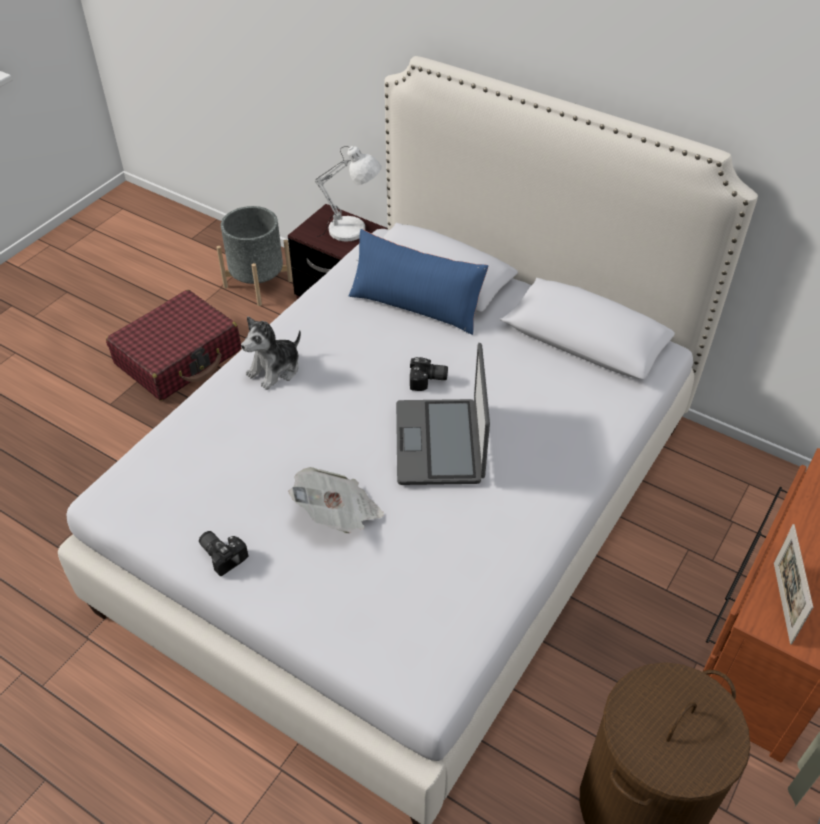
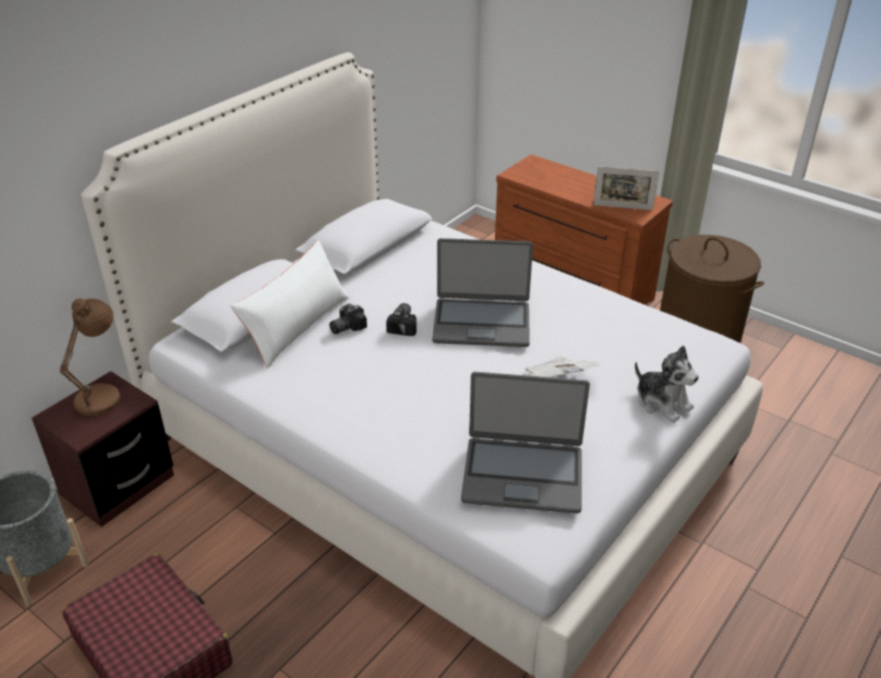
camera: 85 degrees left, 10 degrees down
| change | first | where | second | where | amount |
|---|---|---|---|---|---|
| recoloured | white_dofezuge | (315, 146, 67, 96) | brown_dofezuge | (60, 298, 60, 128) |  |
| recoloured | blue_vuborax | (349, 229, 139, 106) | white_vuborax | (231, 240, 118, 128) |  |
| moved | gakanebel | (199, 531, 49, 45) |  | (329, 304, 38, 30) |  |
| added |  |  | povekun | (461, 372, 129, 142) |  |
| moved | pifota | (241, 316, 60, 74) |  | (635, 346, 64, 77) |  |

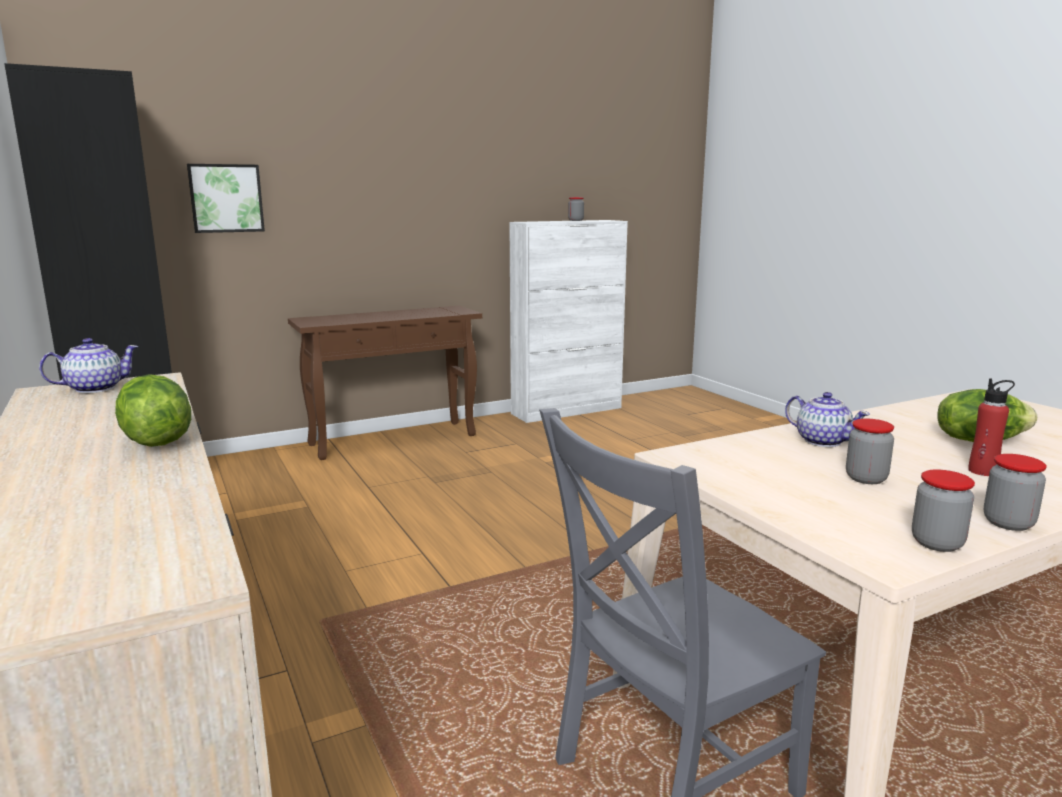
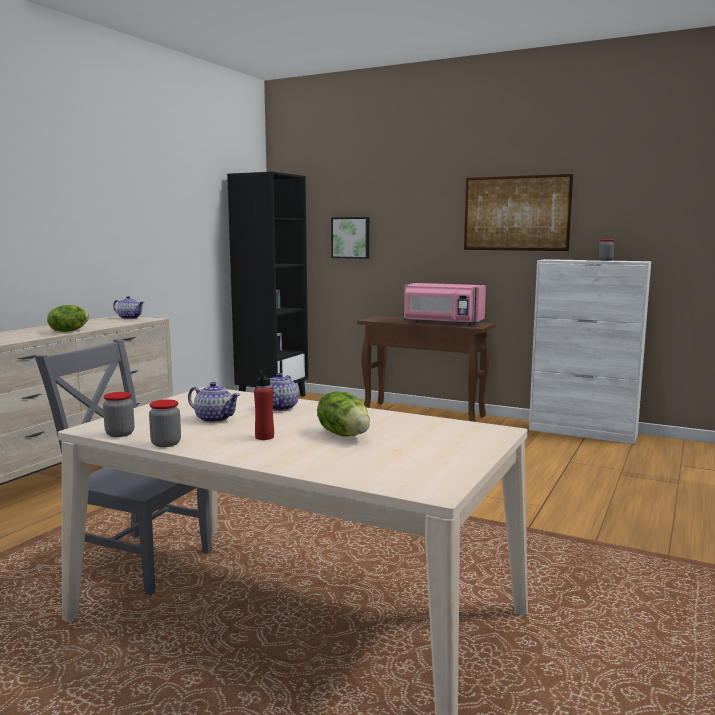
camera: 55 degrees right, 5 degrees down
| change | first | where | second | where | amount |
|---|---|---|---|---|---|
| replaced | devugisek | (846, 418, 48, 66) | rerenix | (188, 382, 52, 41) |  |
| added |  |  | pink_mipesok | (404, 283, 82, 43) |  |
| added |  |  | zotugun | (464, 174, 109, 77) |  |

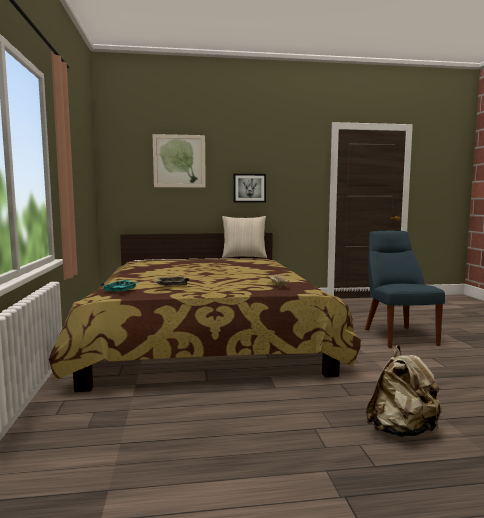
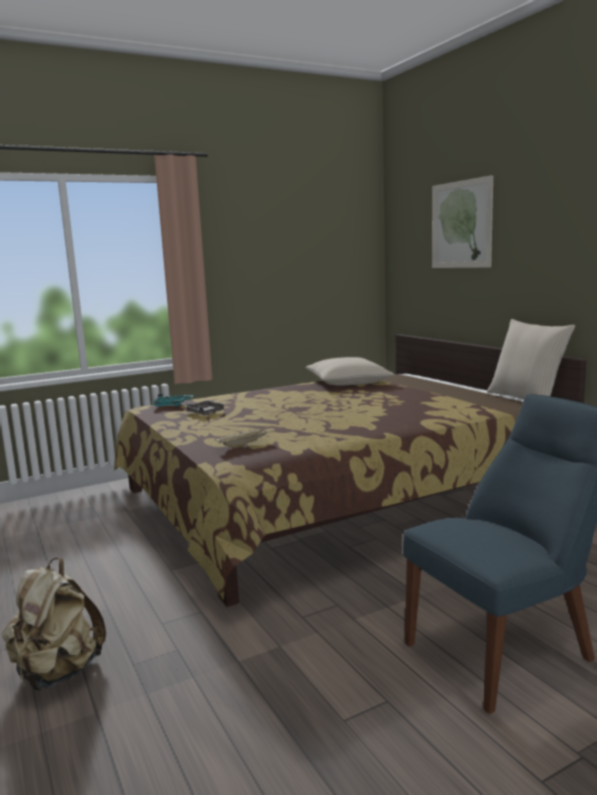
camera: 70 degrees right, 5 degrees up
| change | first | where | second | where | amount |
|---|---|---|---|---|---|
| added |  |  | beige_vuborax | (306, 357, 89, 29) |  |
| removed | zotugun | (233, 174, 33, 28) |  |  |  |

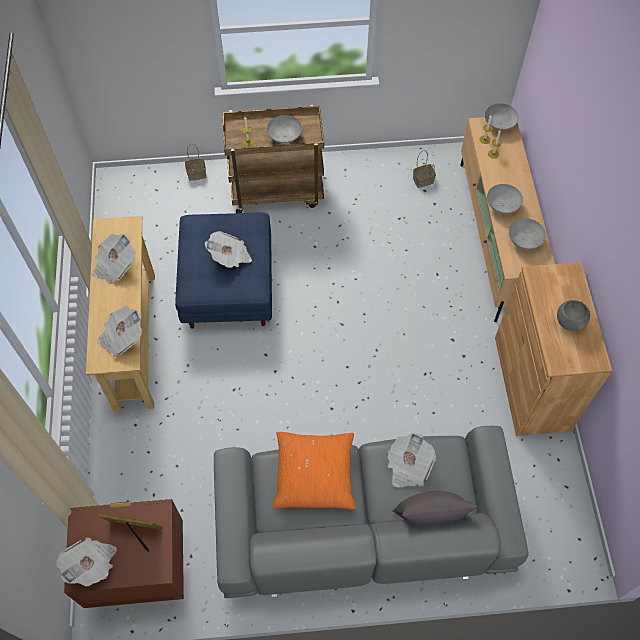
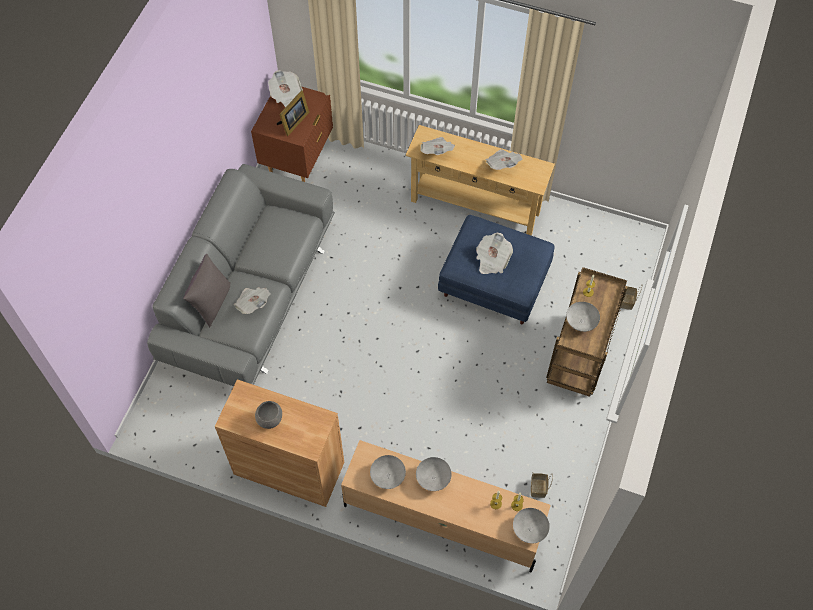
camera: 115 degrees right, 0 degrees up
| change | first | where | second | where | amount |
|---|---|---|---|---|---|
| removed | orange_vuborax | (273, 432, 82, 78) |  |  |  |

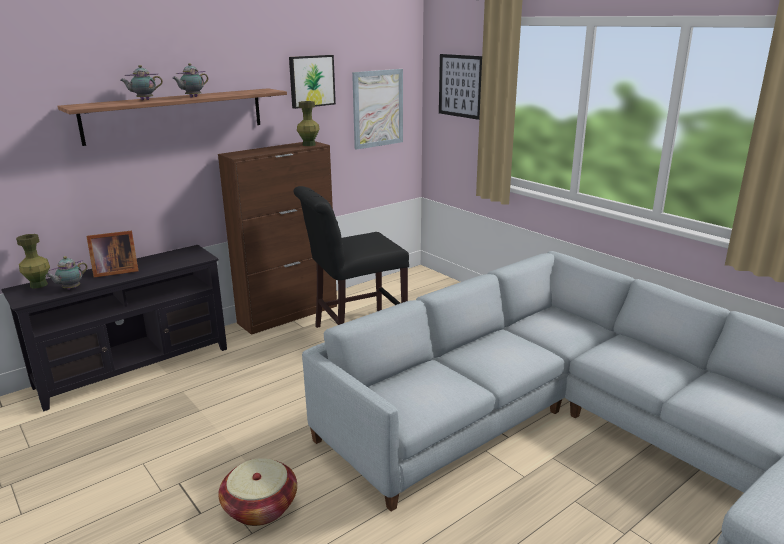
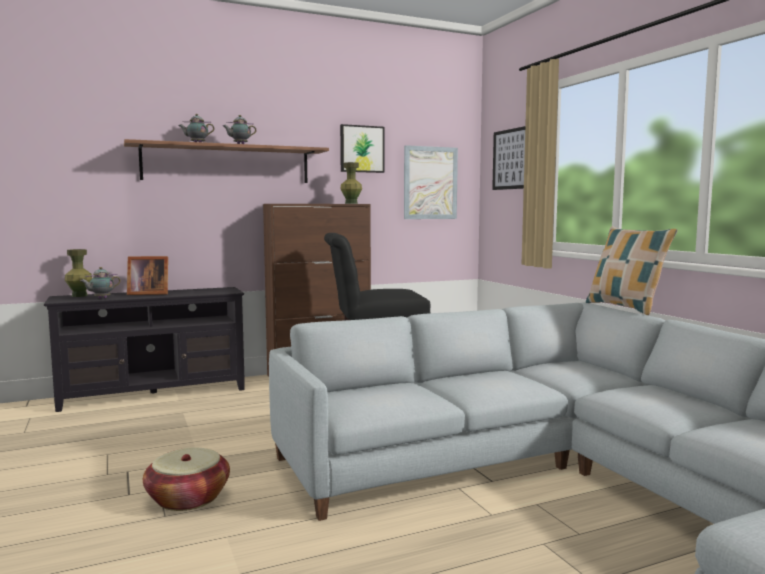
camera: 15 degrees right, 15 degrees down
| change | first | where | second | where | amount |
|---|---|---|---|---|---|
| added |  |  | vuborax | (586, 226, 92, 89) |  |

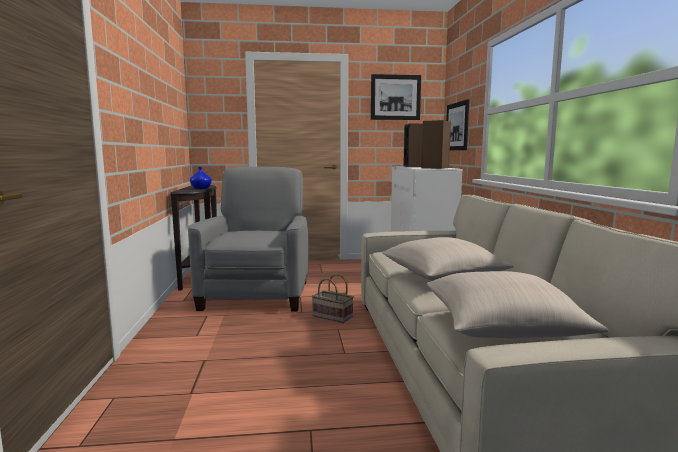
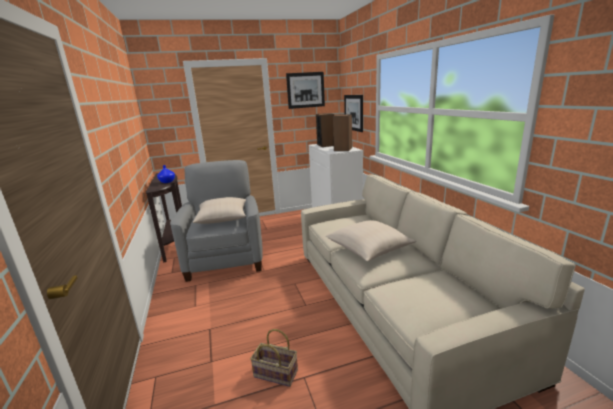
camera: 10 degrees left, 10 degrees up
| change | first | where | second | where | amount |
|---|---|---|---|---|---|
| moved | beige_vuborax | (427, 271, 181, 67) |  | (193, 197, 53, 27) |  |
| moved | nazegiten | (312, 274, 42, 49) |  | (250, 329, 48, 58) |  |

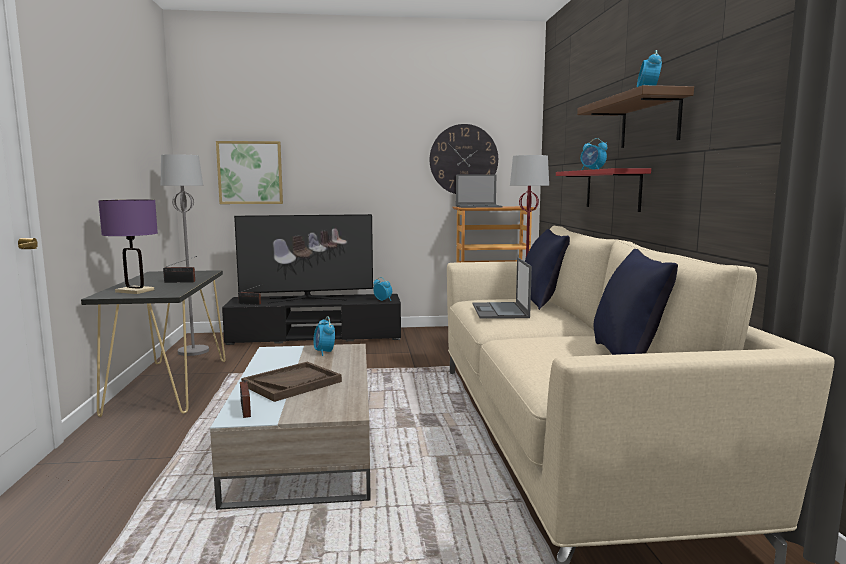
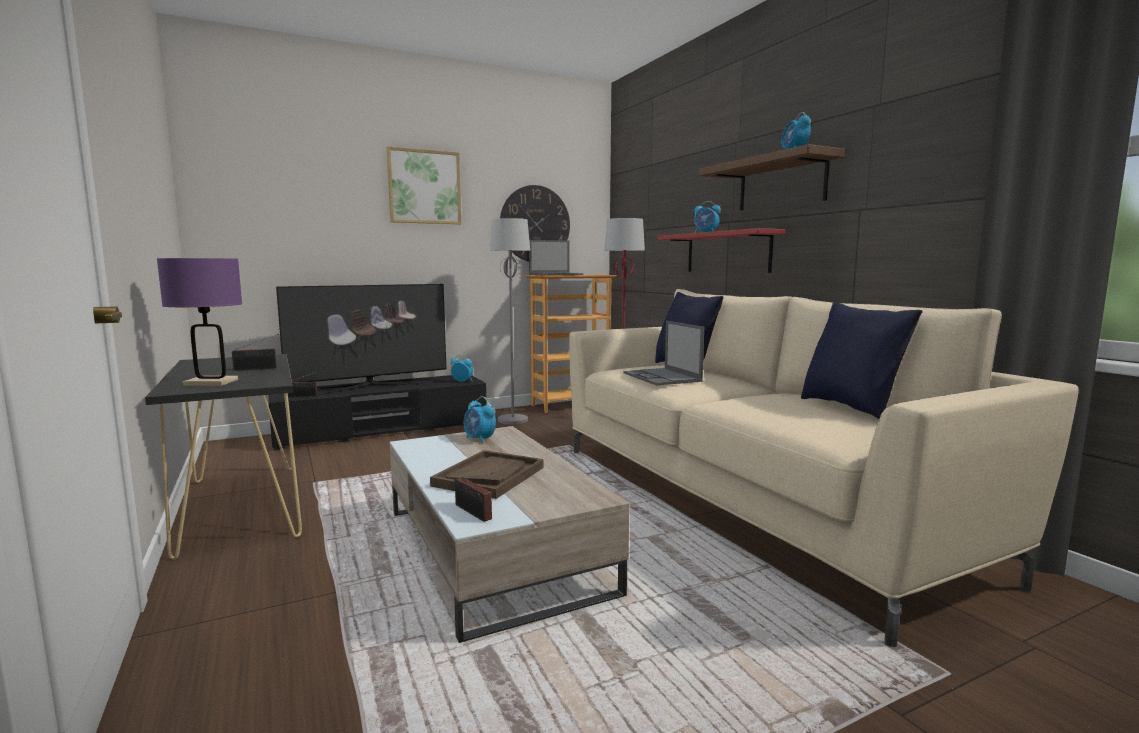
camera: 20 degrees left, 0 degrees up
| change | first | where | second | where | amount |
|---|---|---|---|---|---|
| moved | zotugun | (216, 141, 67, 63) |  | (387, 147, 74, 77) |  |
| moved | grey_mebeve | (161, 154, 48, 202) |  | (490, 218, 40, 206) |  |

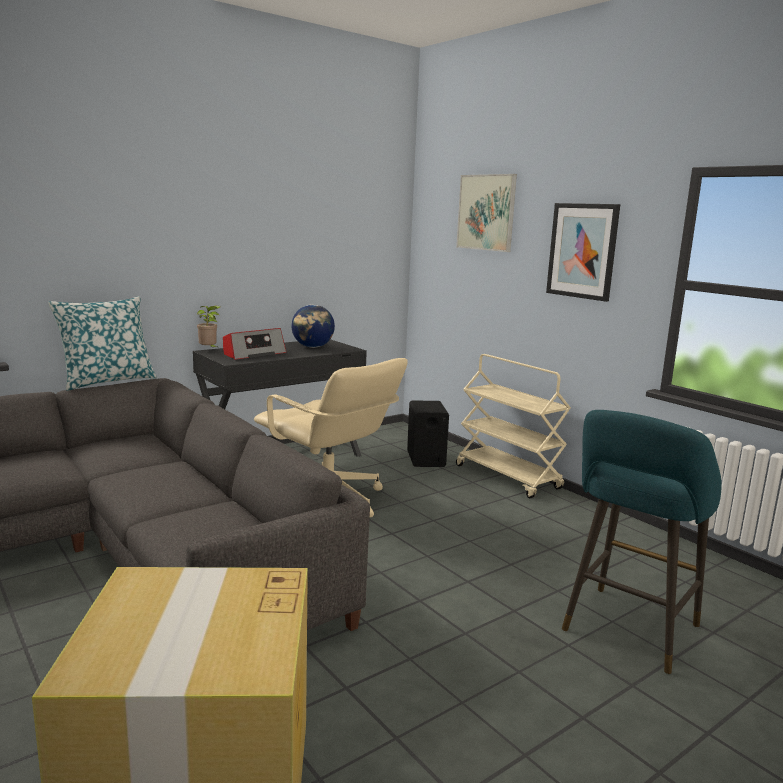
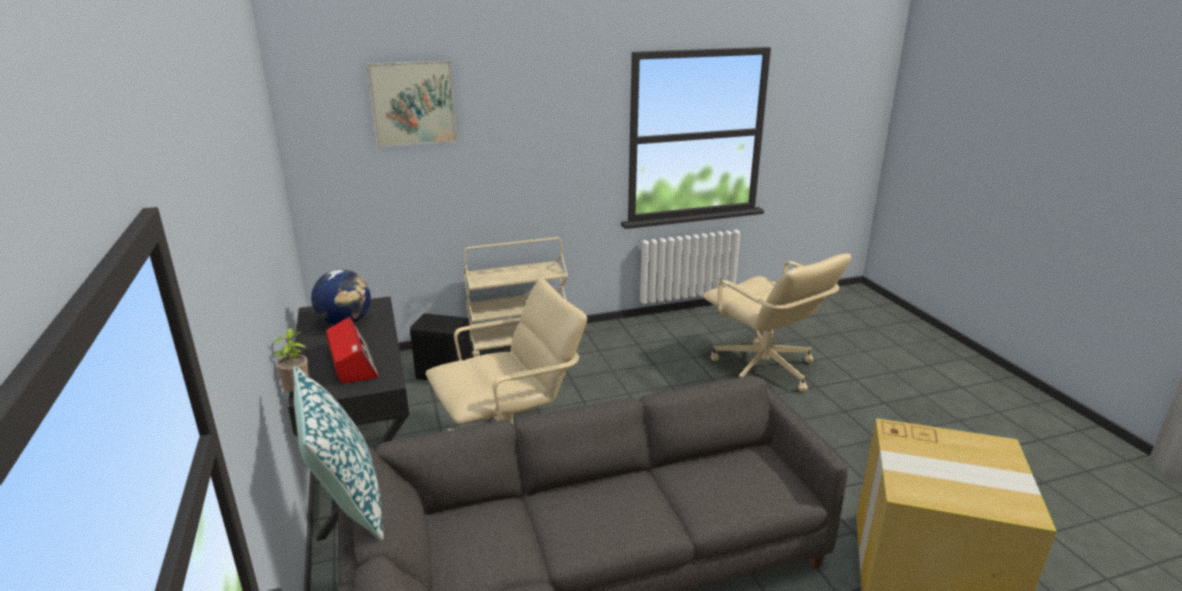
camera: 70 degrees left, 10 degrees up
| change | first | where | second | where | amount |
|---|---|---|---|---|---|
| replaced | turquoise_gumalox | (562, 410, 160, 264) | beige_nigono | (703, 254, 148, 138) |  |
| removed | zotugun | (546, 203, 74, 99) |  |  |  |

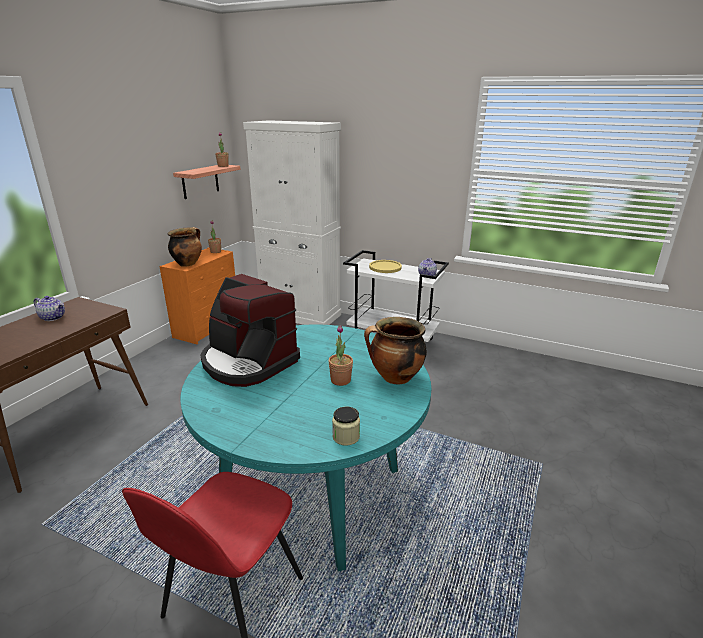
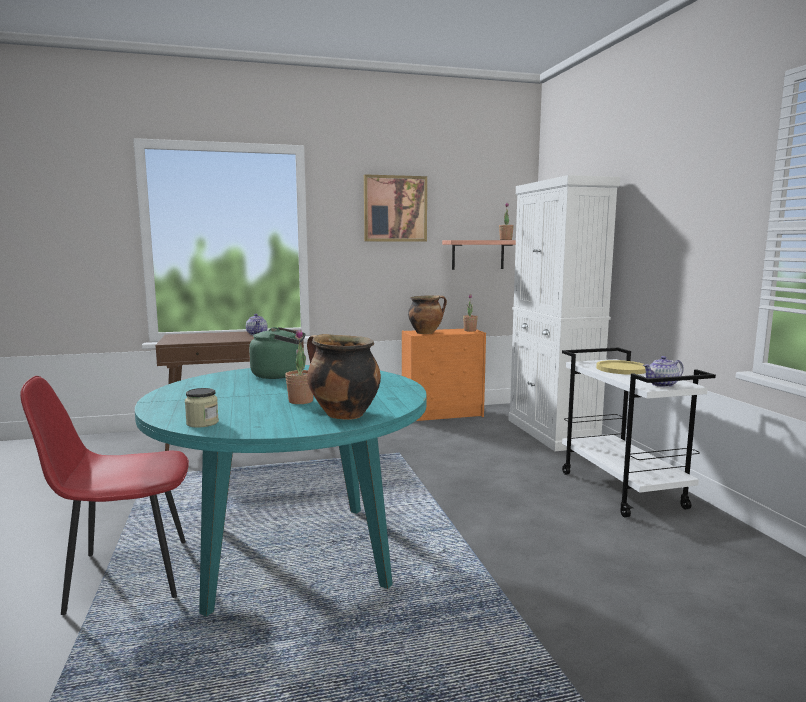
camera: 50 degrees right, 15 degrees down
| change | first | where | second | where | amount |
|---|---|---|---|---|---|
| replaced | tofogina | (200, 274, 100, 113) | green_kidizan | (249, 327, 56, 52) |  |
| added |  |  | zotugun | (364, 174, 63, 67) |  |

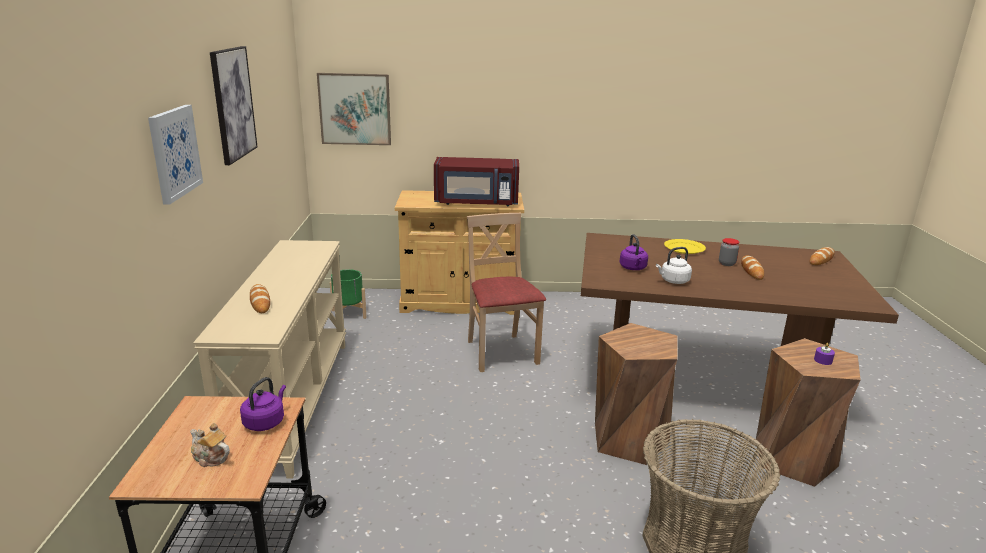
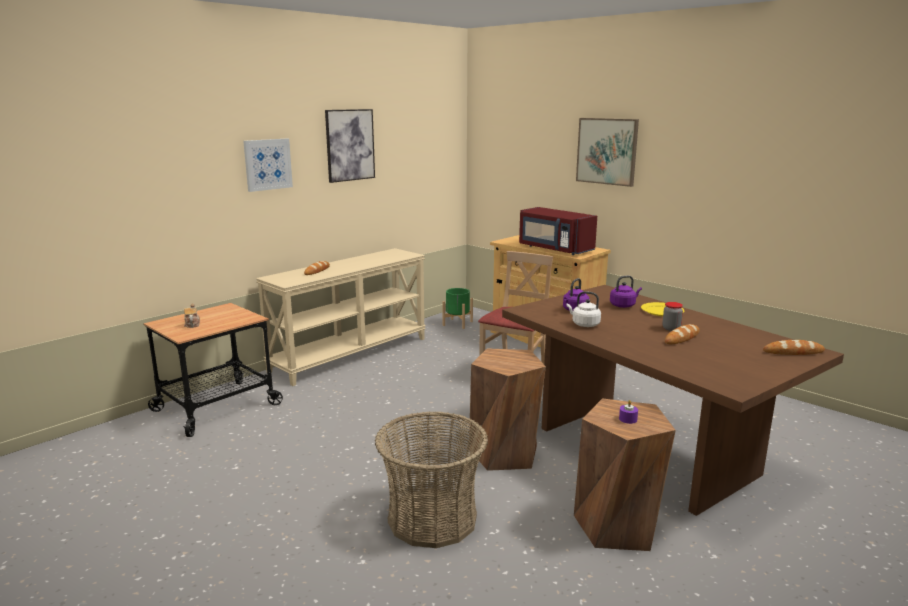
camera: 45 degrees right, 5 degrees down
| change | first | where | second | where | amount |
|---|---|---|---|---|---|
| moved | zotugun | (317, 73, 74, 72) |  | (576, 118, 63, 69) |  |
| moved | purple_kidizan | (240, 377, 46, 54) |  | (610, 275, 32, 33) |  |

